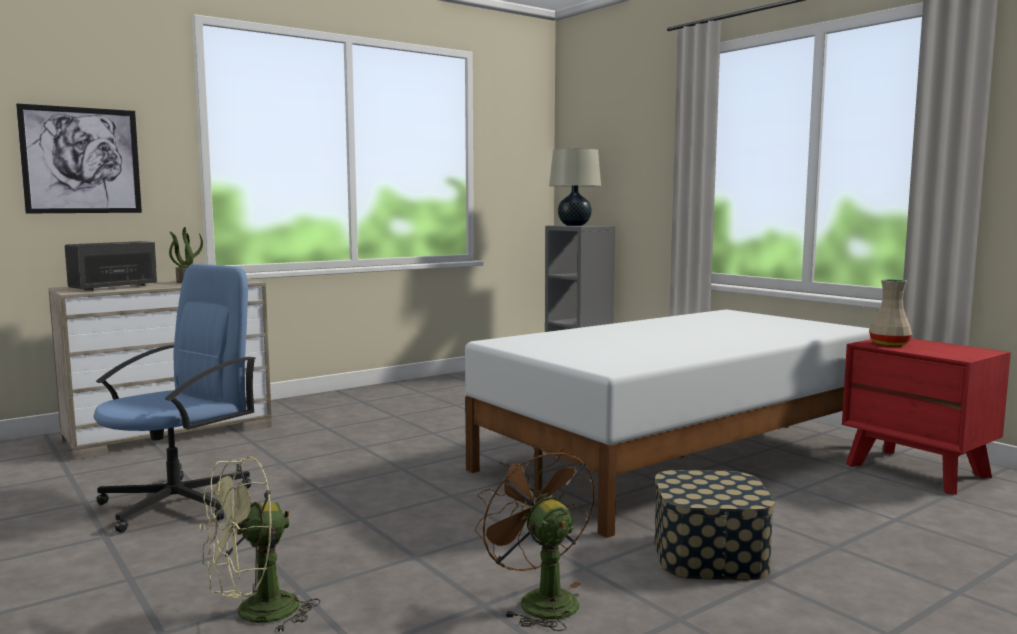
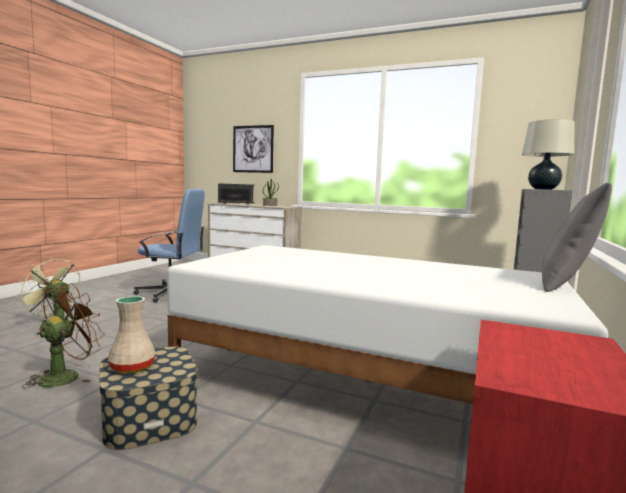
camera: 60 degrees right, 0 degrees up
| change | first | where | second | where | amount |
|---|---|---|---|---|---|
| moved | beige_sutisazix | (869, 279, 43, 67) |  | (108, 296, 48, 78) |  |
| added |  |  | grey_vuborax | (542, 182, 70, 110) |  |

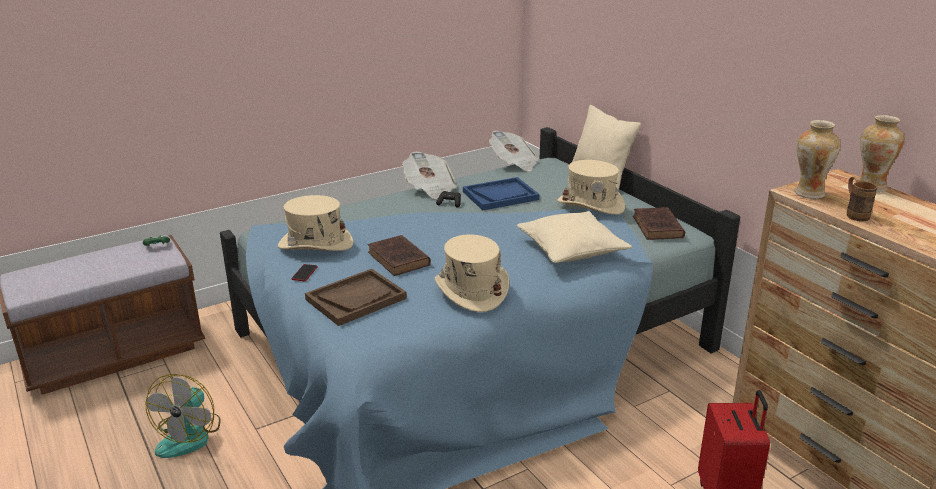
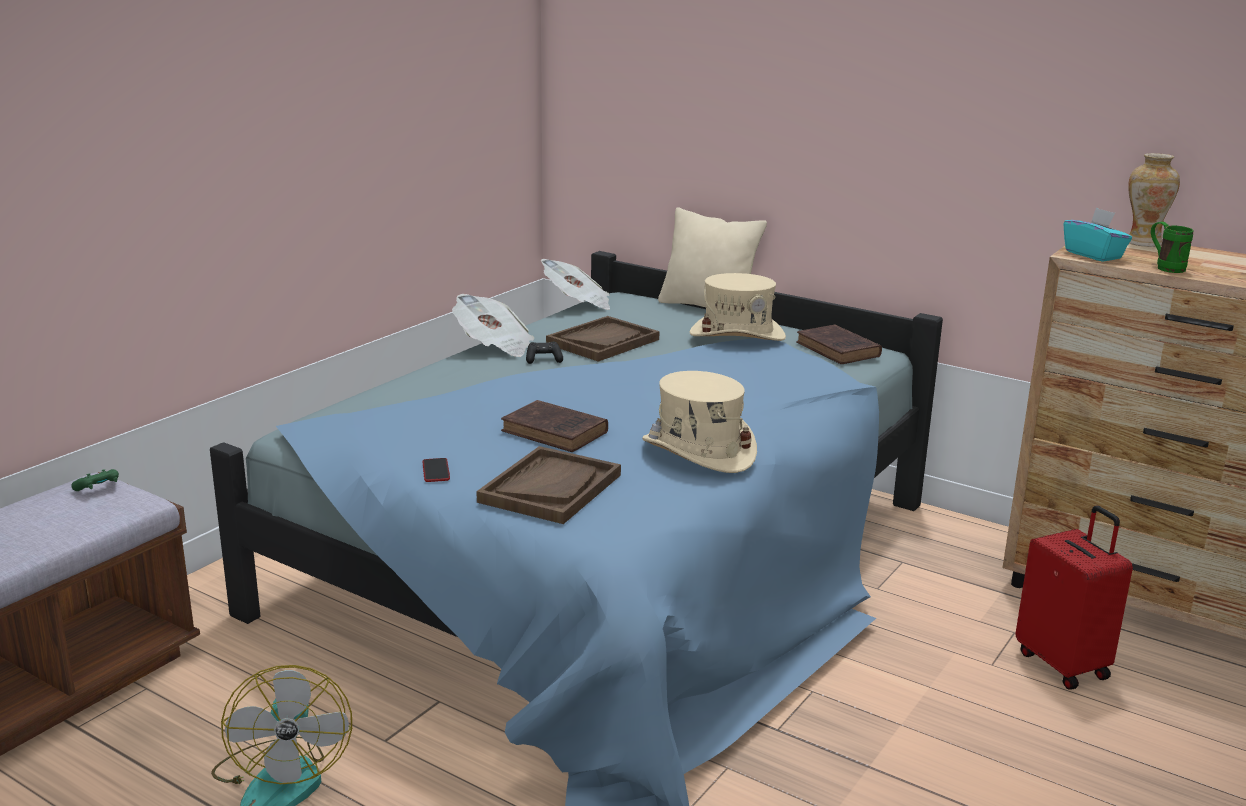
camera: 25 degrees left, 5 degrees down
| change | first | where | second | where | amount |
|---|---|---|---|---|---|
| recoloured | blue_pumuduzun | (463, 177, 76, 33) | brown_pumuduzun | (546, 316, 114, 46) |  |
| replaced | sutisazix | (795, 120, 45, 79) | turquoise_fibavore | (1064, 208, 68, 54) |  |
| recoloured | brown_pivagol | (847, 176, 30, 45) | green_pivagol | (1151, 222, 42, 51) |  |
| removed | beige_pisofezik | (278, 195, 76, 56) |  |  |  |
| removed | beige_vuborax | (517, 211, 115, 52) |  |  |  |

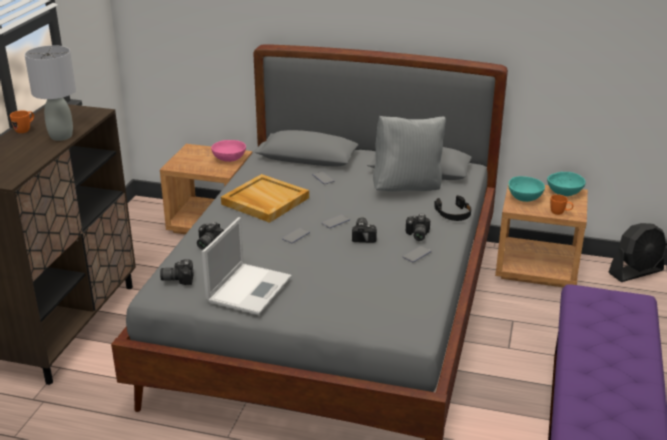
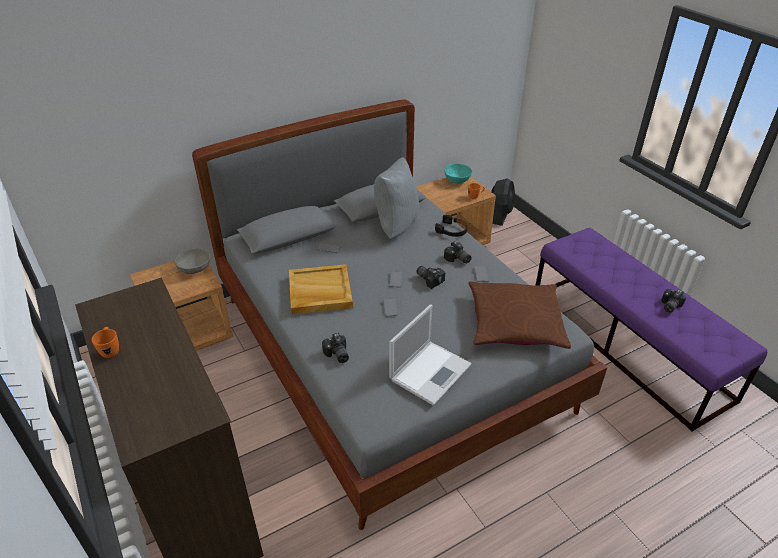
camera: 45 degrees left, 10 degrees up
| change | first | where | second | where | amount |
|---|---|---|---|---|---|
| recoloured | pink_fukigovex | (211, 140, 35, 22) | grey_fukigovex | (175, 248, 36, 26) |  |
| turned | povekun | (202, 217, 90, 98) |  | (389, 304, 83, 102) | 60 degrees clockwise |
| added |  |  | brown_vuborax | (469, 281, 102, 68) |  |
| moved | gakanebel | (160, 259, 34, 26) |  | (661, 289, 25, 24) |  |
| removed | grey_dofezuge | (24, 45, 52, 96) |  |  |  |
| removed | turquoise_fukigovex | (508, 176, 37, 26) |  |  |  |

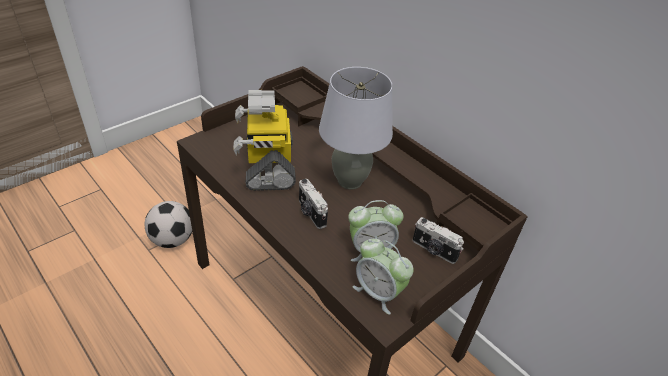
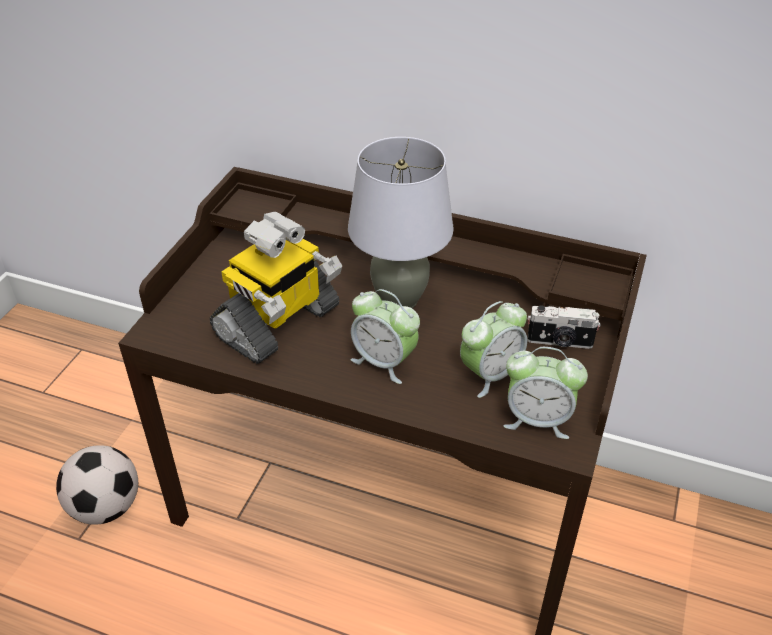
camera: 25 degrees left, 0 degrees up
| change | first | where | second | where | amount |
|---|---|---|---|---|---|
| turned | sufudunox | (233, 90, 63, 101) |  | (210, 212, 132, 152) | 105 degrees counterclockwise |
| replaced | gakanebel | (299, 179, 29, 50) | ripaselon | (351, 289, 69, 95) |  |

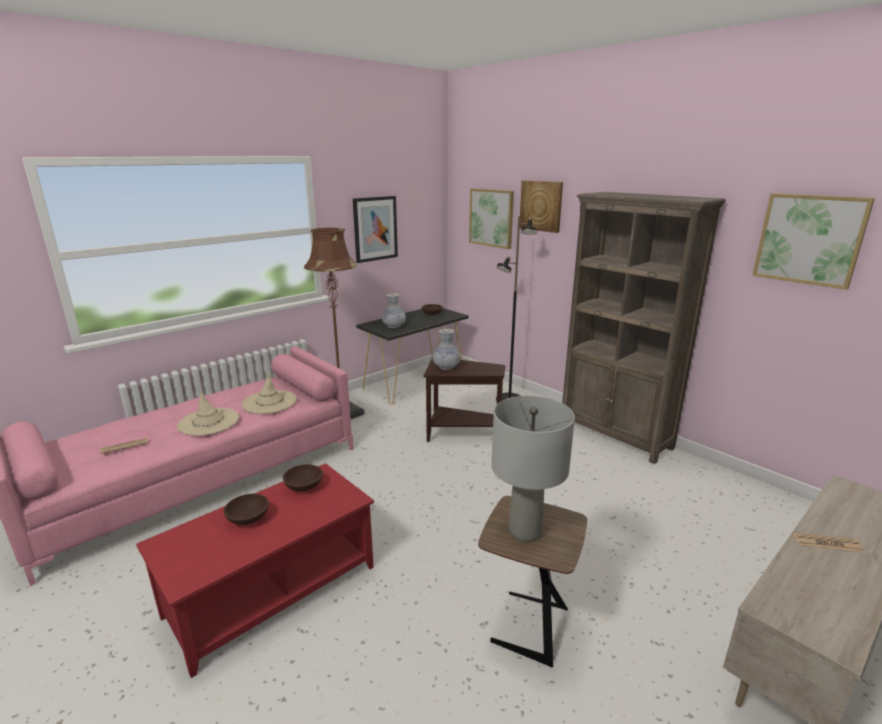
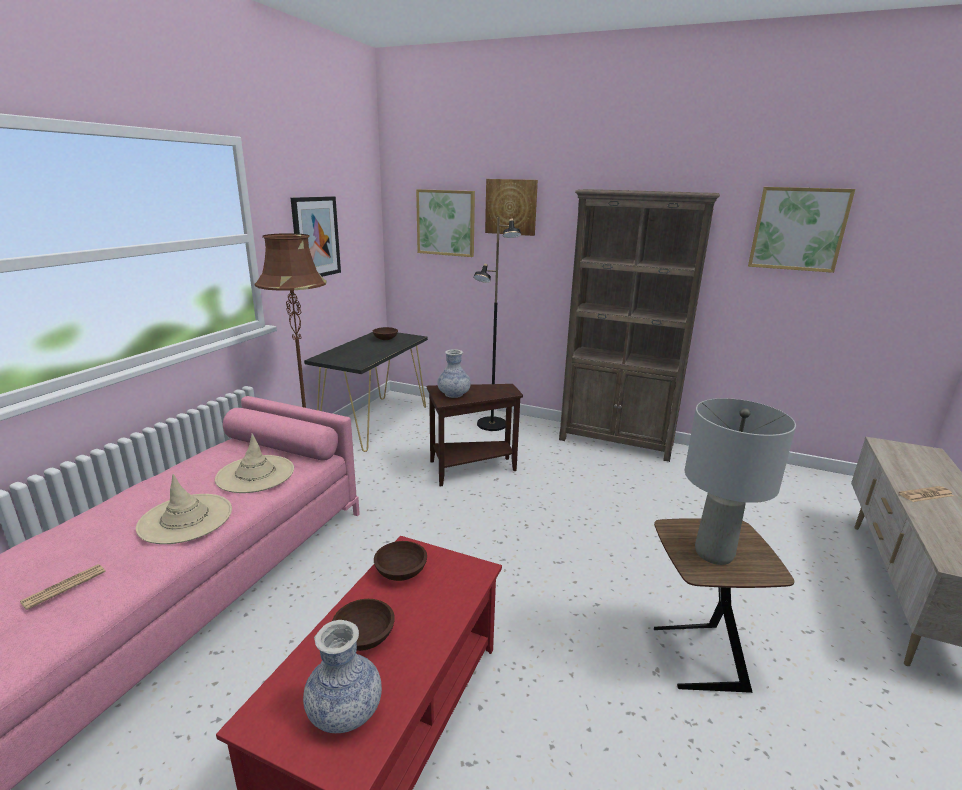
camera: 25 degrees left, 0 degrees up
| change | first | where | second | where | amount |
|---|---|---|---|---|---|
| moved | sutisazix | (382, 293, 24, 35) |  | (303, 620, 79, 113) |  |

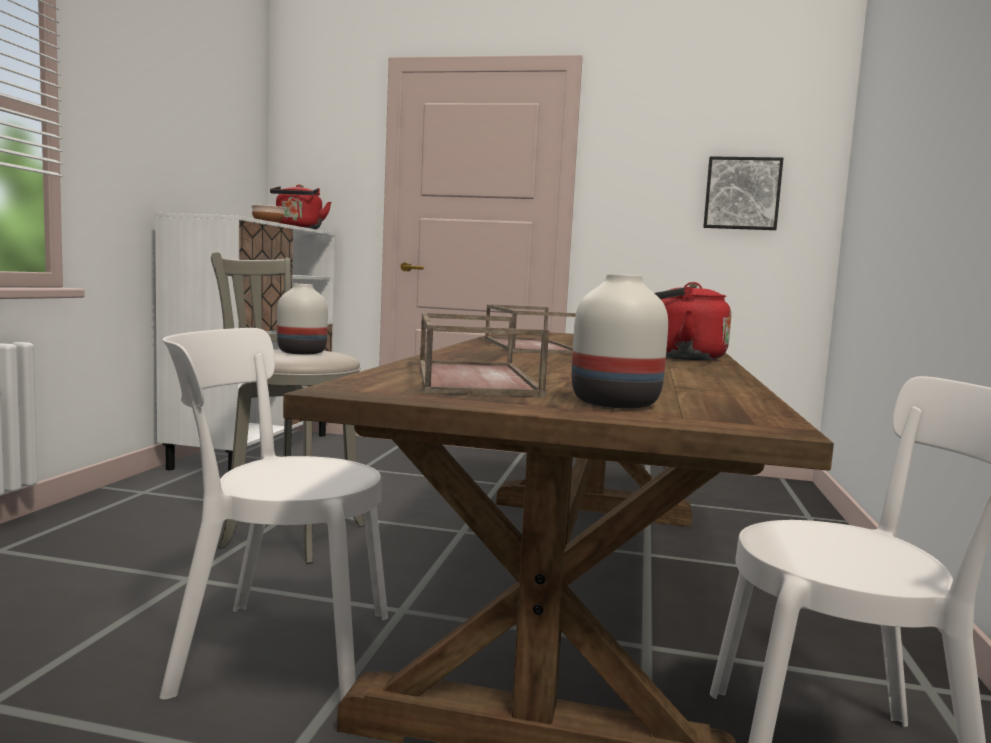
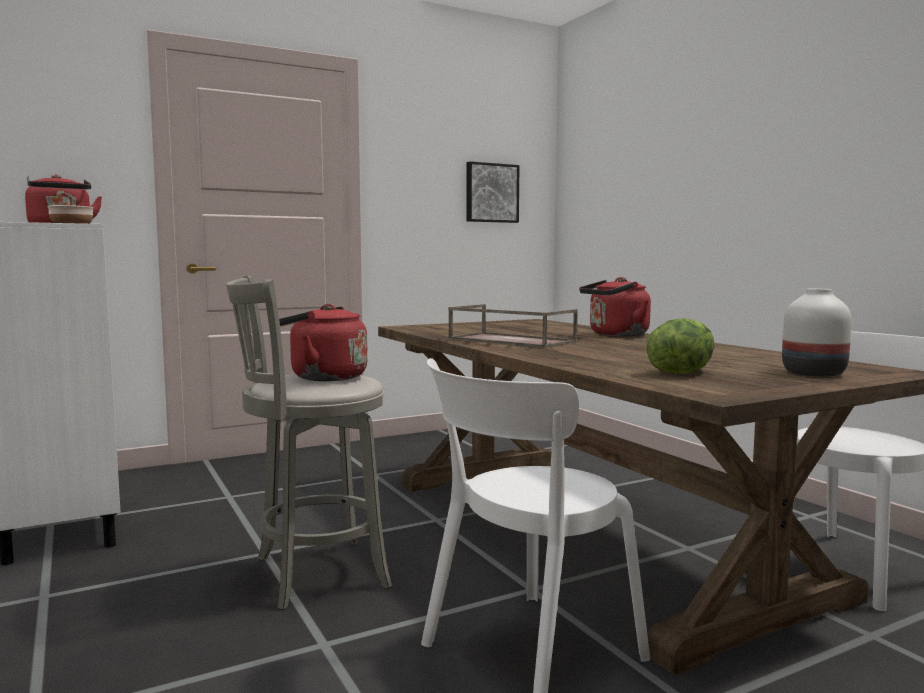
camera: 40 degrees left, 0 degrees up
| change | first | where | second | where | amount |
|---|---|---|---|---|---|
| replaced | white_sutisazix | (277, 284, 51, 70) | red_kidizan | (279, 304, 89, 77) |  |
| replaced | brown_pumuduzun | (420, 313, 129, 84) | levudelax | (646, 318, 68, 56) |  |

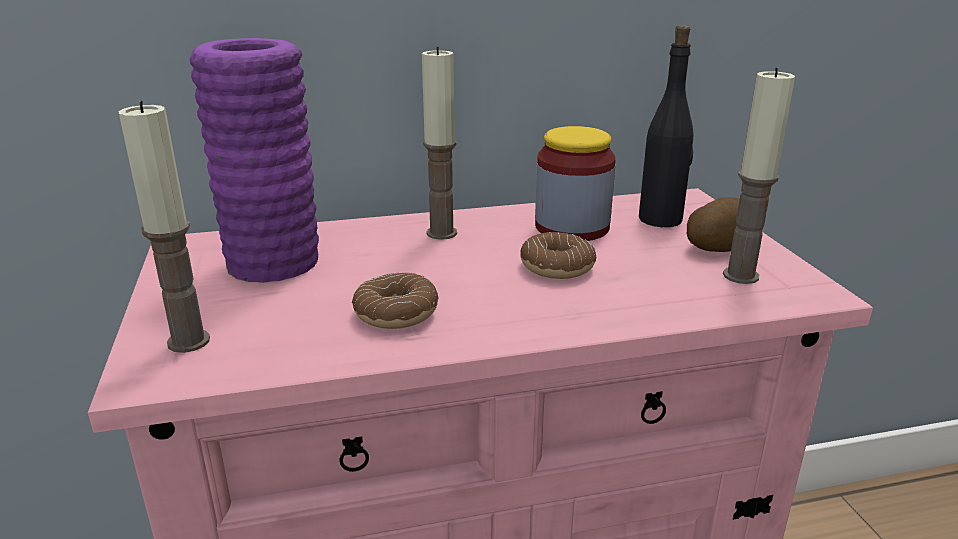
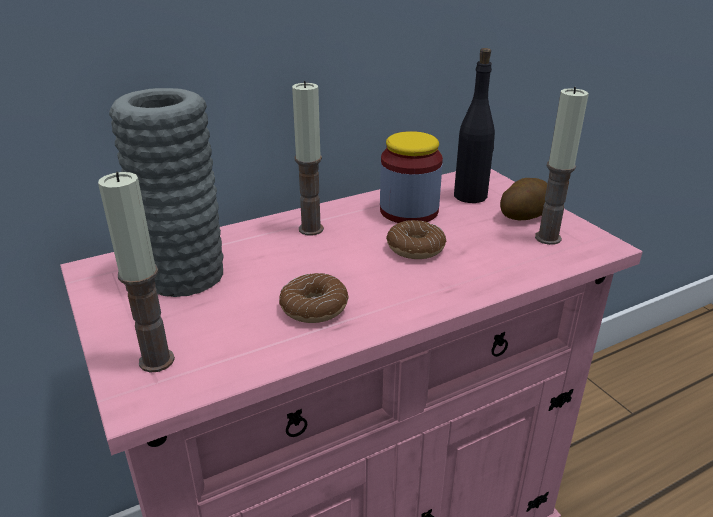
camera: 15 degrees left, 5 degrees up
| change | first | where | second | where | amount |
|---|---|---|---|---|---|
| recoloured | purple_sutisazix | (190, 38, 129, 245) | grey_sutisazix | (109, 88, 114, 209) |  |

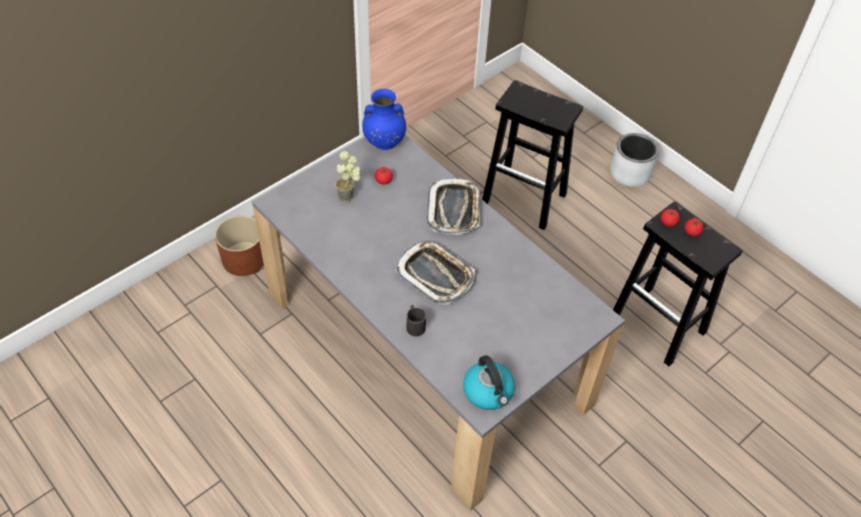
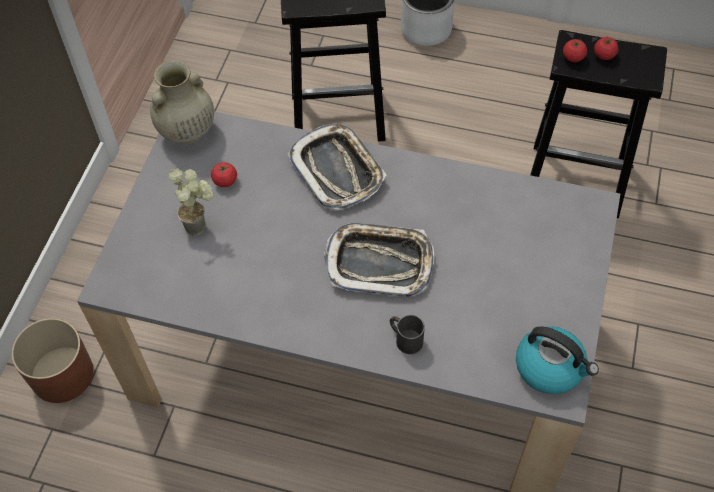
camera: 30 degrees left, 5 degrees up
| change | first | where | second | where | amount |
|---|---|---|---|---|---|
| recoloured | blue_sutisazix | (362, 89, 44, 61) | beige_sutisazix | (150, 60, 64, 84) |  |

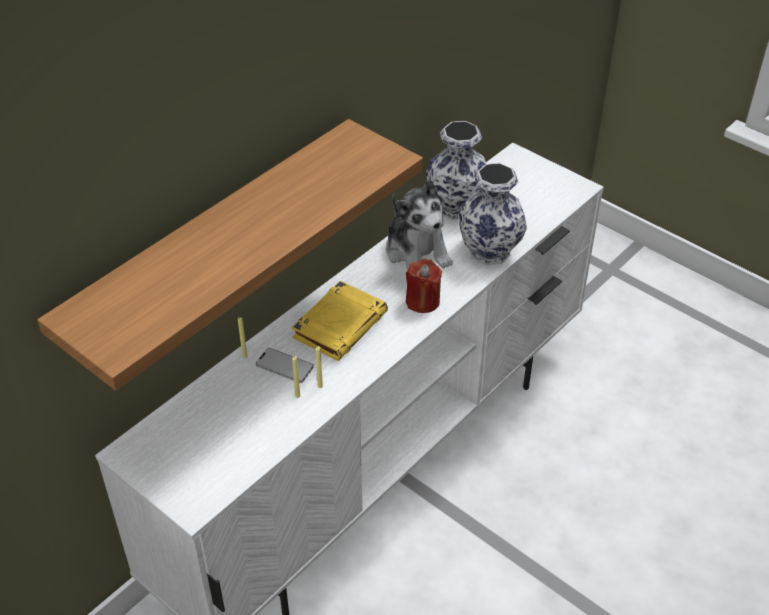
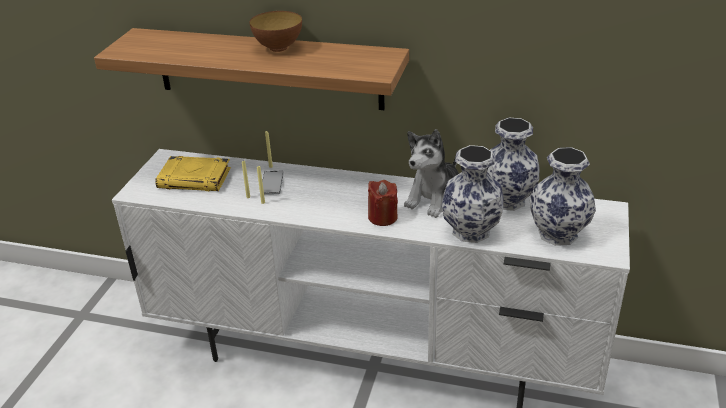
camera: 65 degrees right, 10 degrees down
| change | first | where | second | where | amount |
|---|---|---|---|---|---|
| moved | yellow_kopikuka | (292, 281, 96, 80) |  | (155, 156, 76, 35) |  |
| added |  |  | fukigovex | (249, 11, 53, 41) |  |
| added |  |  | sutisazix | (529, 147, 67, 99) |  |

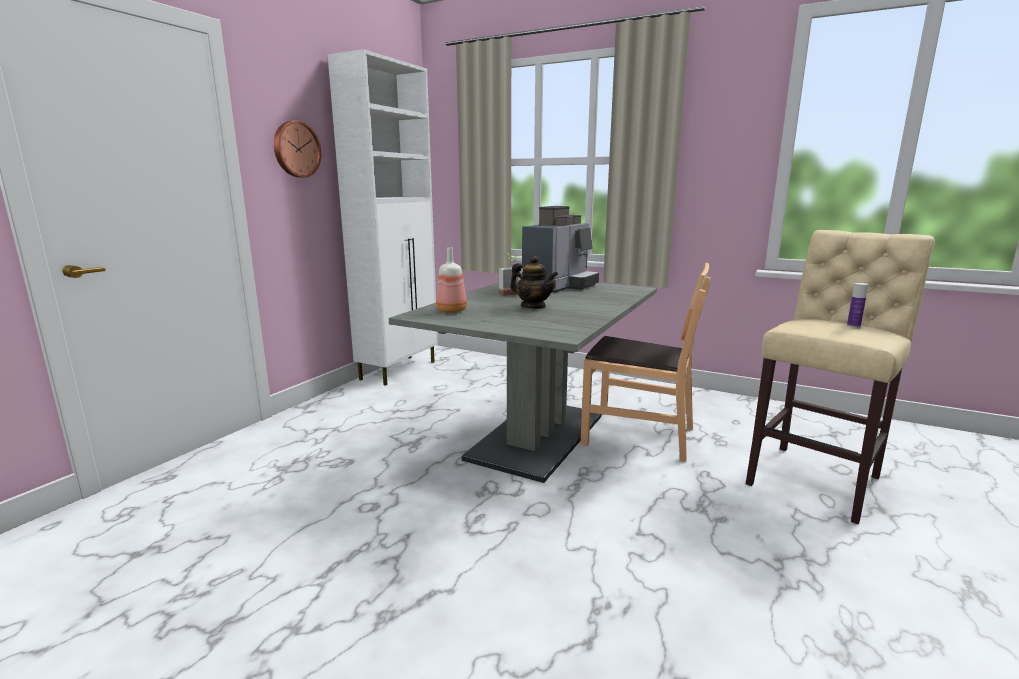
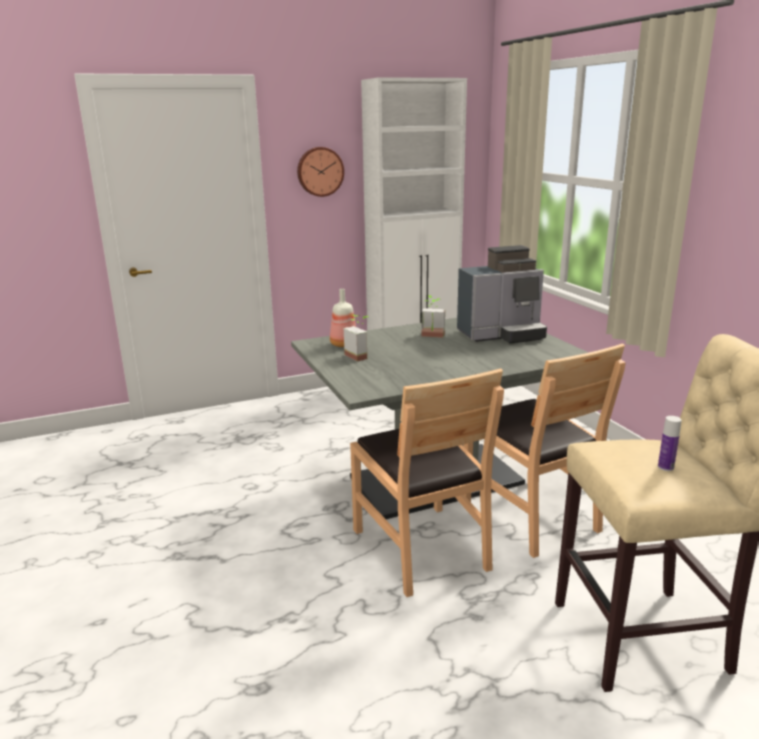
camera: 40 degrees right, 5 degrees up
| change | first | where | second | where | amount |
|---|---|---|---|---|---|
| added |  |  | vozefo | (344, 315, 25, 46) |  |
| added |  |  | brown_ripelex | (350, 368, 154, 229) |  |
| removed | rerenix | (510, 256, 48, 53) |  |  |  |

